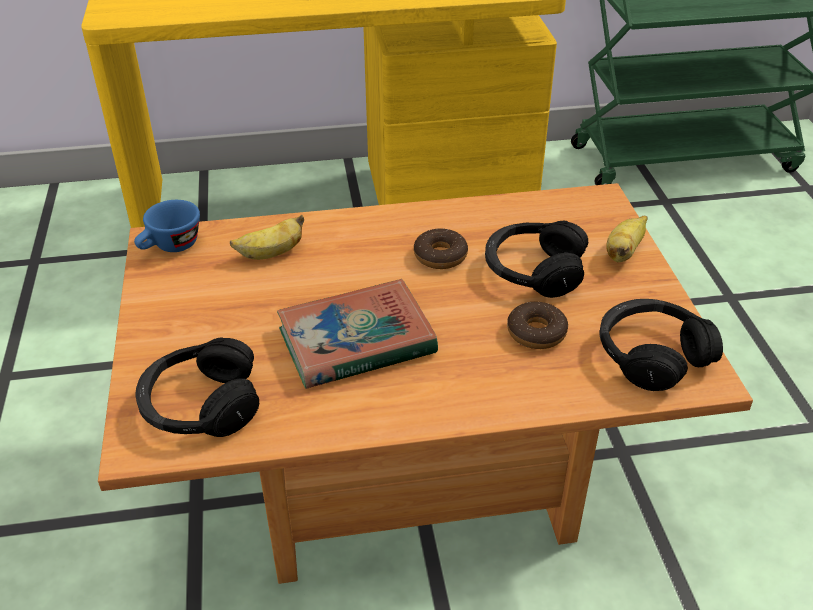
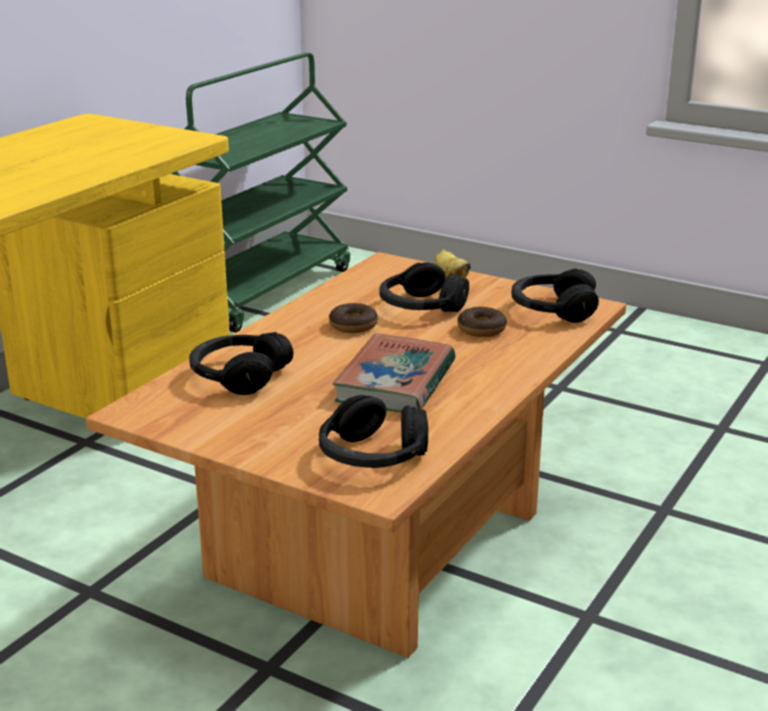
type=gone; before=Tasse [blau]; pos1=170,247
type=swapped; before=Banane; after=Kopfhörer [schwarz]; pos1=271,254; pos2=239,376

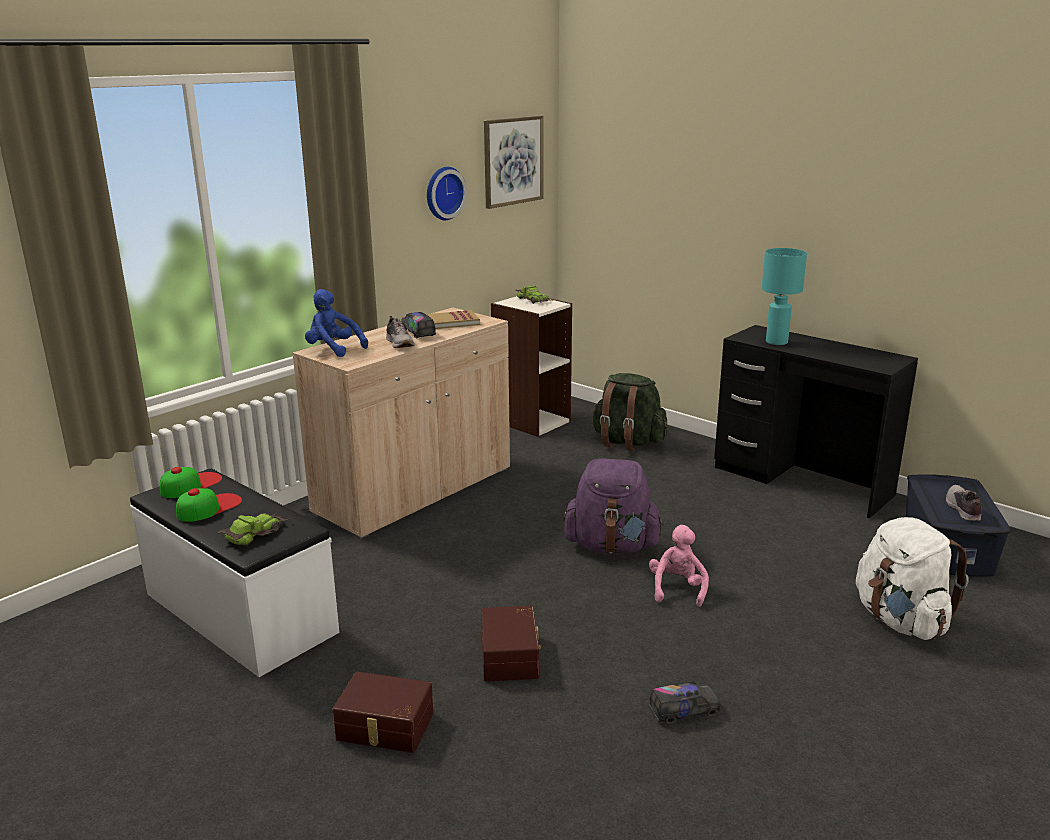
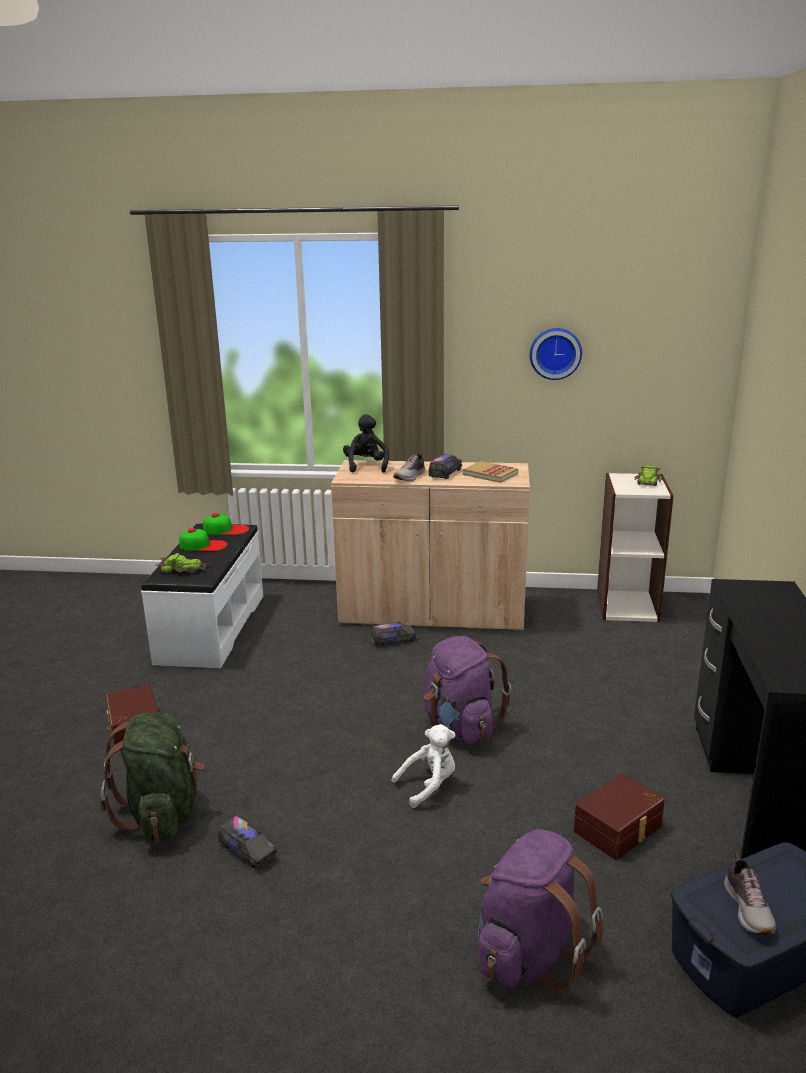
type=repainted; before=Plüschtier [blau]; after=Plüschtier [schwarz]; pos1=333,349; pos2=366,466
type=shifted; before=Aufbewahrungsbox [braun]; pos1=511,656; pos2=619,829
type=gone; before=Bild; pos1=513,161
type=shifted; before=Rucksack [grün]; pos1=627,442; pos2=162,814
type=repainted; before=Plüschtier [rosa]; after=Plüschtier [weiß]; pos1=677,589; pos2=429,785
type=gone; before=Tischlampe [türkis]; pos1=776,342
type=repainted; before=Rucksack [weiß]; after=Rucksack [lila]; pos1=900,620; pos2=529,953
type=rotated; before=Schuh; pos1=962,509; pos2=749,908; turn=120
type=new; after=Spielzeuglaster; pos2=393,641

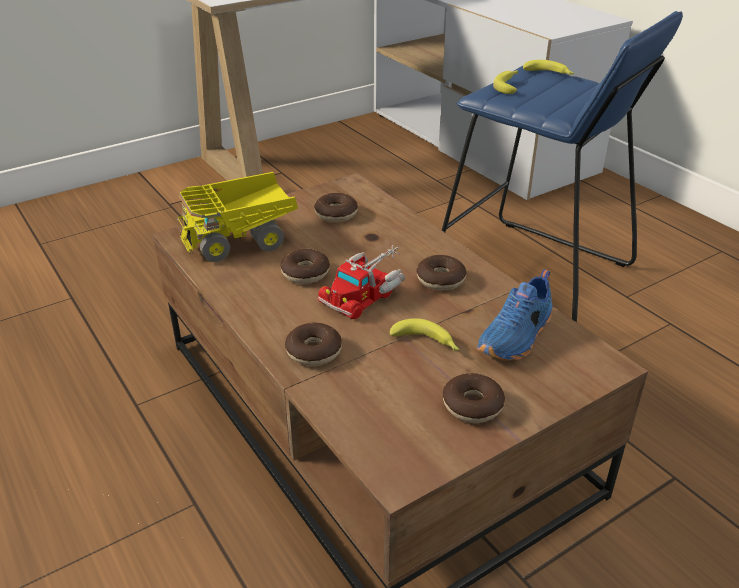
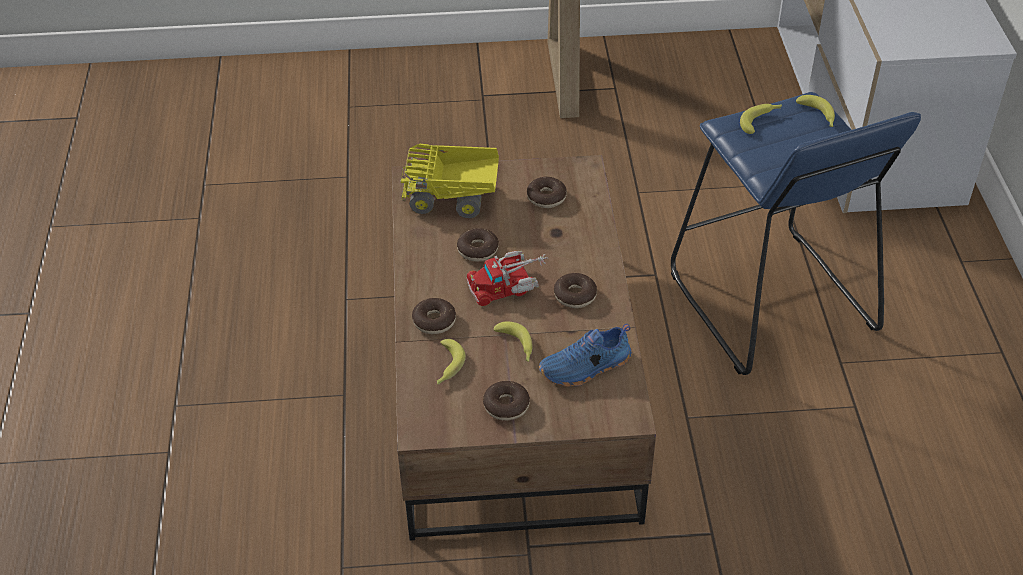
type=new; after=Banane; pos2=446,367

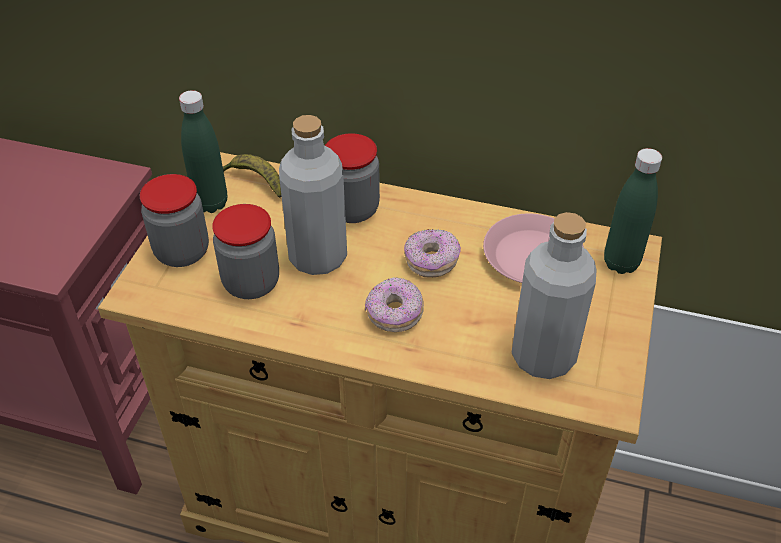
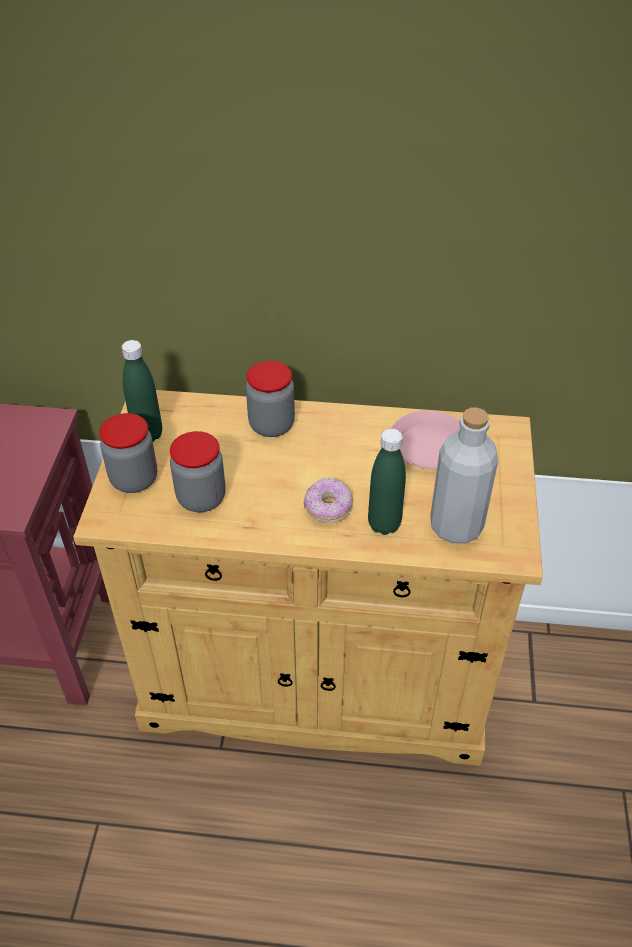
type=gone; before=Banane; pos1=254,182
type=gone; before=Flasche [grau]; pos1=318,257
type=gone; before=Donut; pos1=431,261
type=shifted; before=Flasche [grün]; pos1=621,263; pos2=384,524

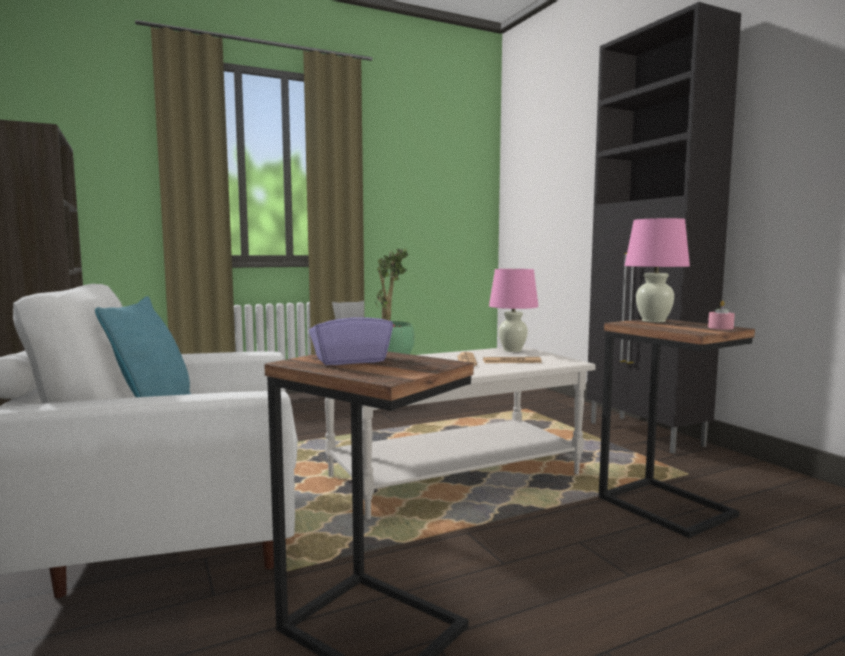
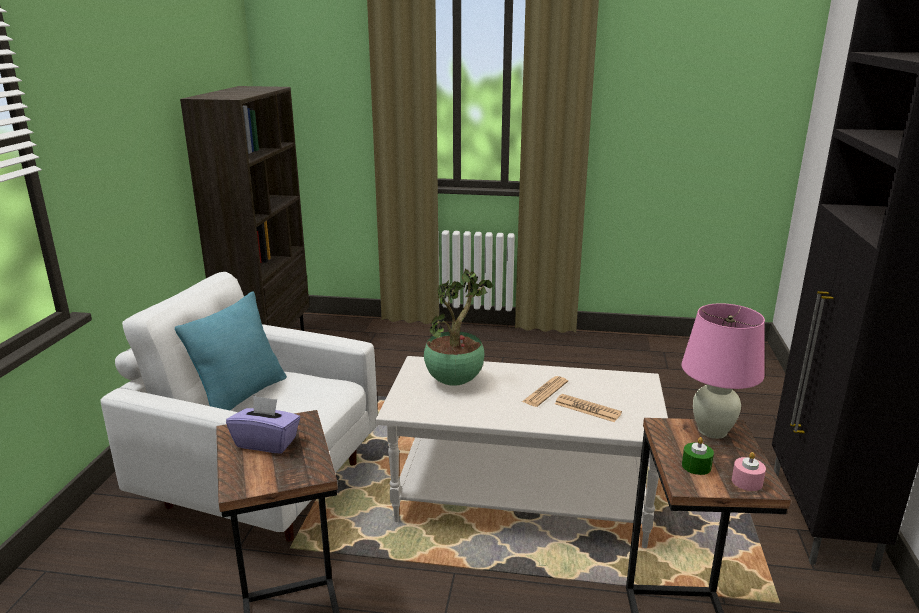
type=gone; before=Tischlampe [rosa]; pos1=512,350
type=new; after=Kerze [grün]; pos2=696,466

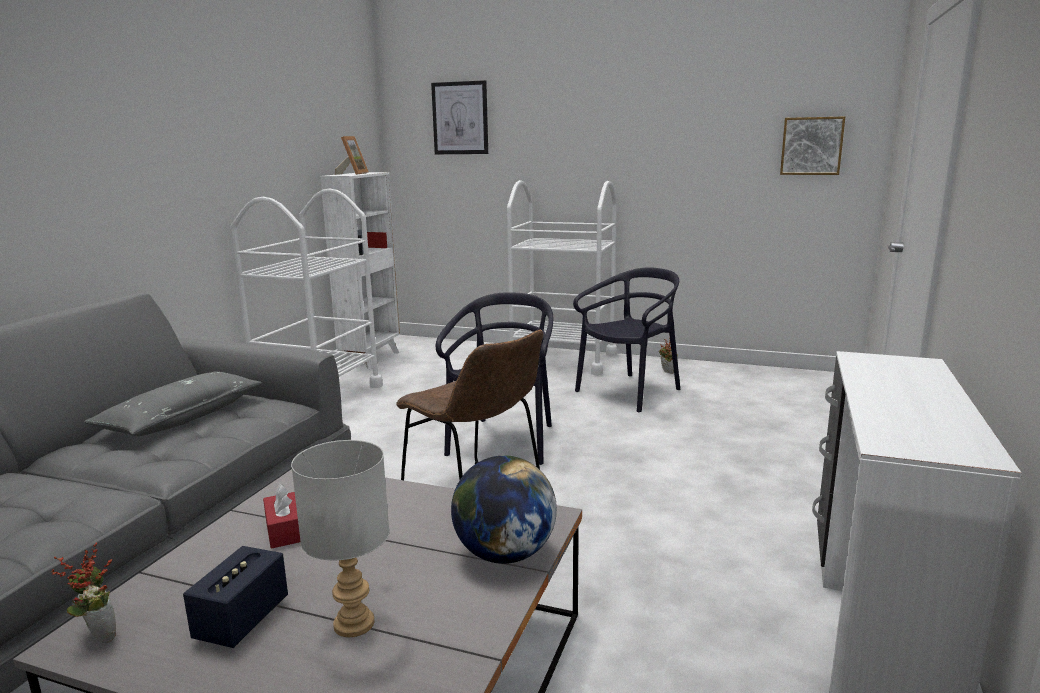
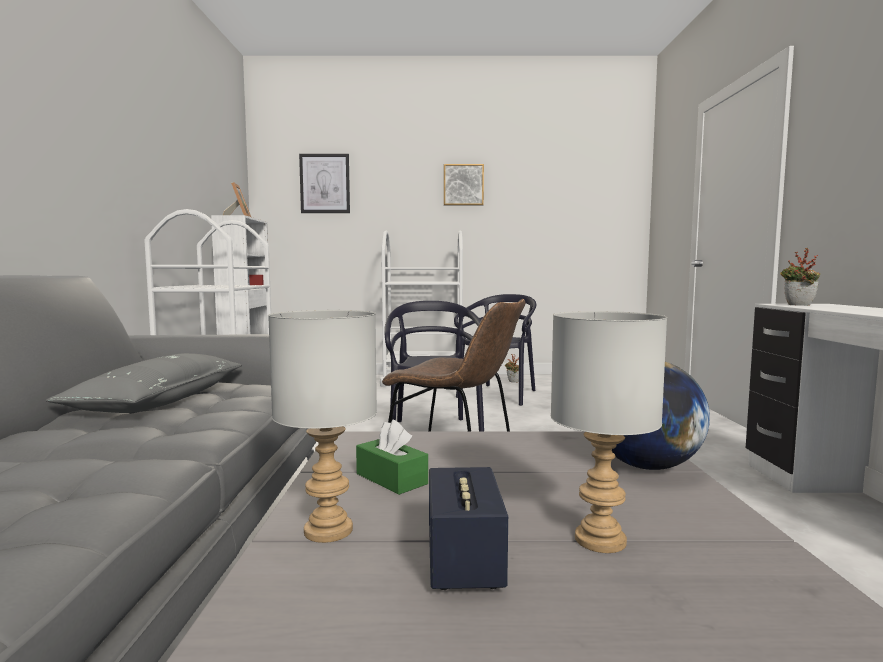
type=shifted; before=Topfpflanze; pos1=98,636; pos2=798,305
type=repainted; before=Taschentuchbox [rot]; after=Taschentuchbox [grün]; pos1=284,530; pos2=391,479
type=shifted; before=Bild; pos1=811,146; pos2=463,185
type=new; after=Tischlampe [grau]; pos2=330,529

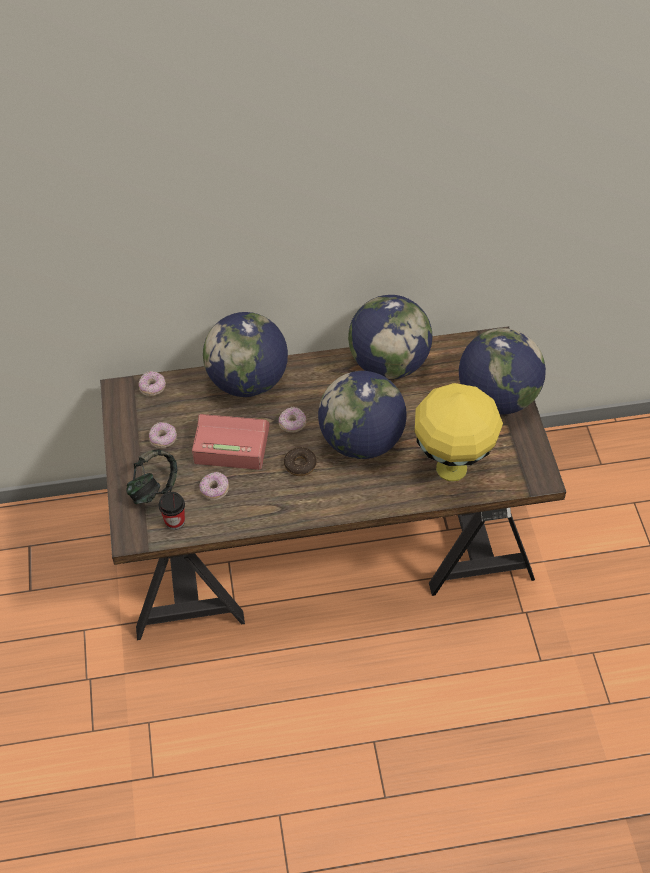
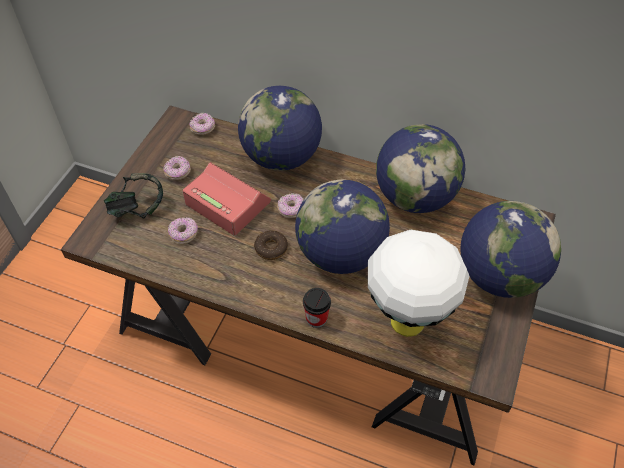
type=shifted; before=Tasse; pos1=175,521; pos2=316,318
type=repainted; before=Tischlampe [gelb]; after=Tischlampe [weiß]; pos1=451,470; pos2=406,323

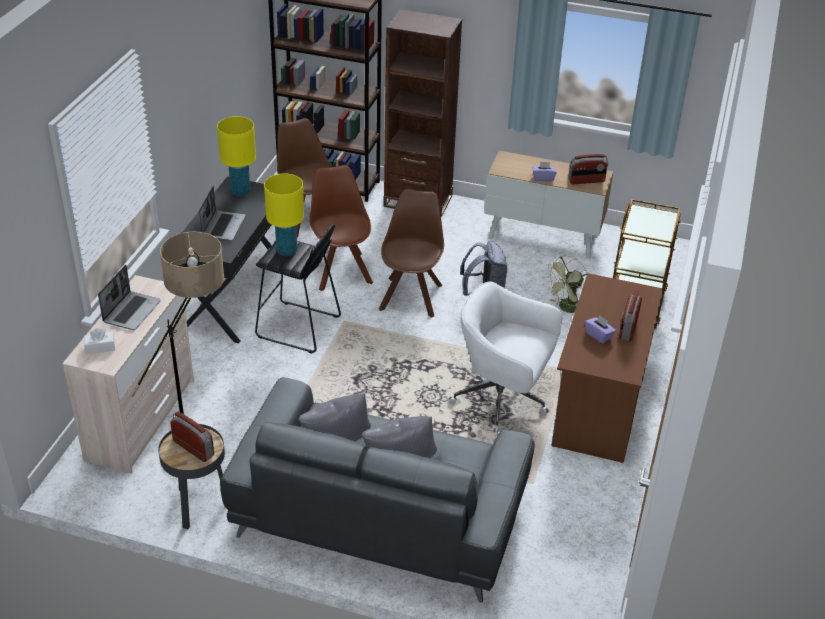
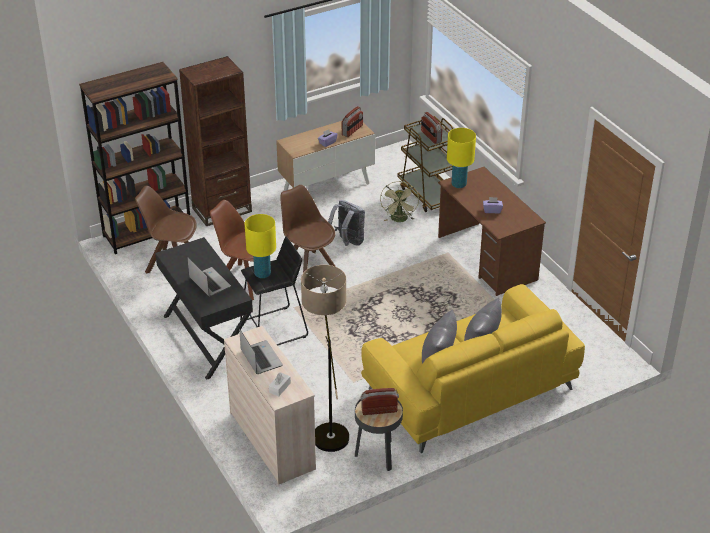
type=shifted; before=Tischlampe [gelb]; pos1=240,191; pos2=458,184
type=repainted; before=Sofa [grau]; after=Sofa [gelb]; pos1=379,514; pos2=469,388
type=gone; before=Bürostuhl [weiß]; pos1=502,399
type=shifted; before=Radio; pos1=628,328; pos2=431,136

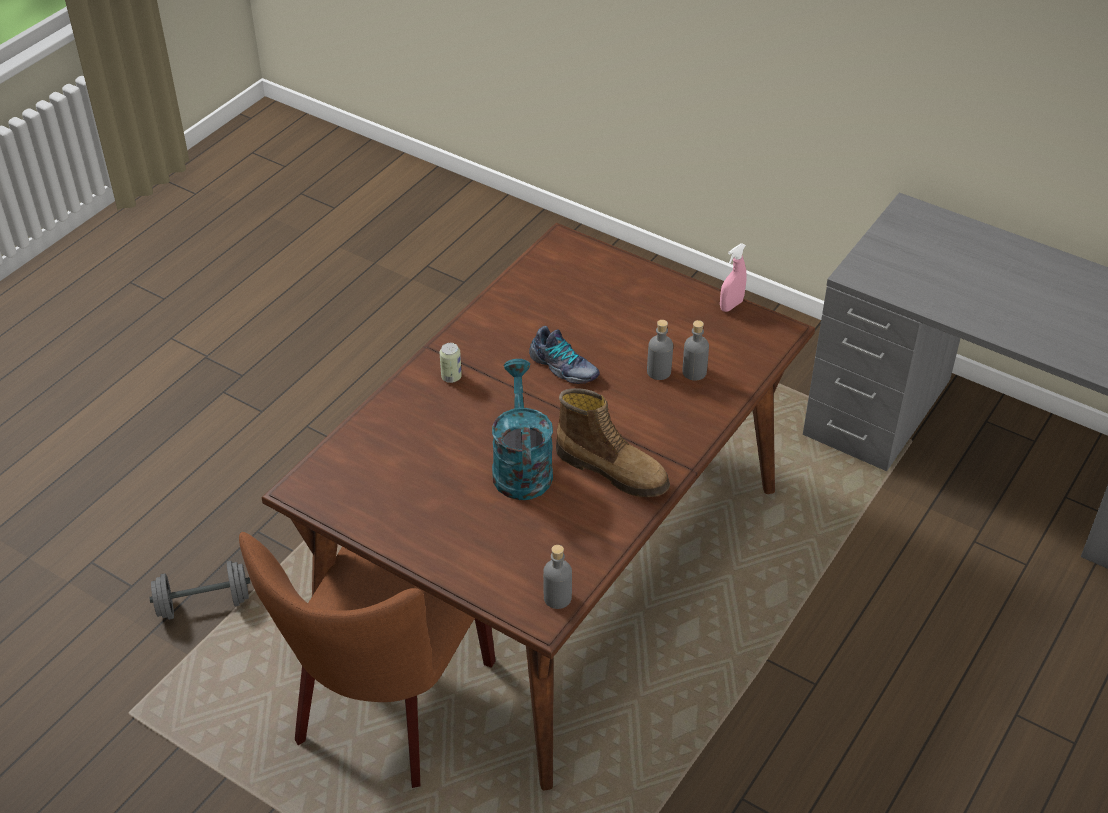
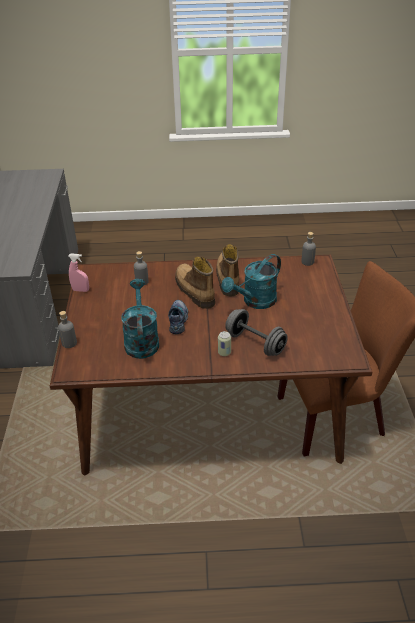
type=shifted; before=Hantel [grau]; pos1=203,604; pos2=255,343
type=shifted; before=Flasche [grau]; pos1=659,372; pos2=69,343
type=new; after=Gießkanne [türkis]; pos2=141,340
type=new; after=Stiefel; pos2=193,291

